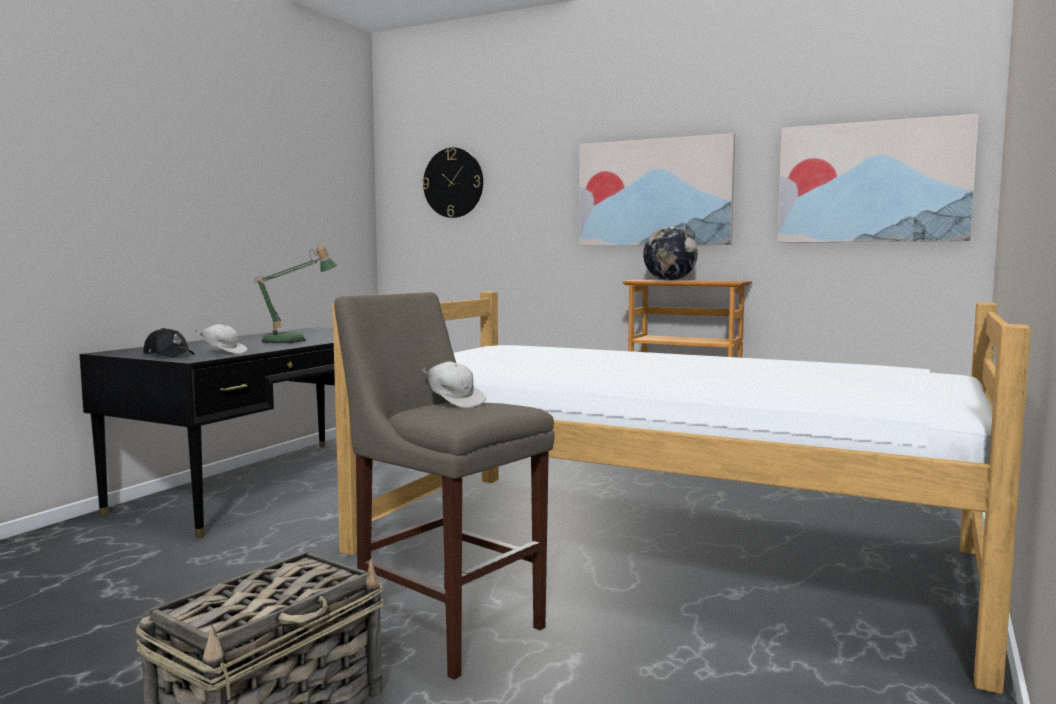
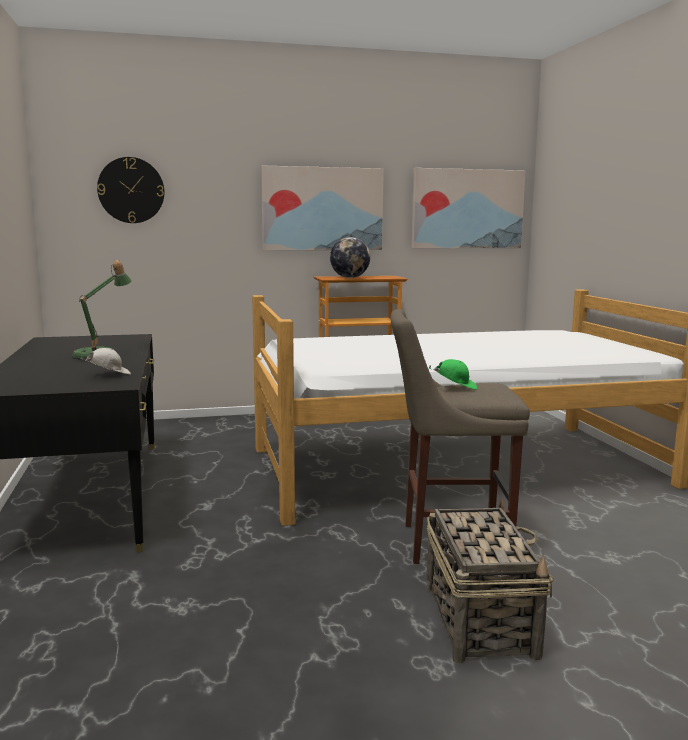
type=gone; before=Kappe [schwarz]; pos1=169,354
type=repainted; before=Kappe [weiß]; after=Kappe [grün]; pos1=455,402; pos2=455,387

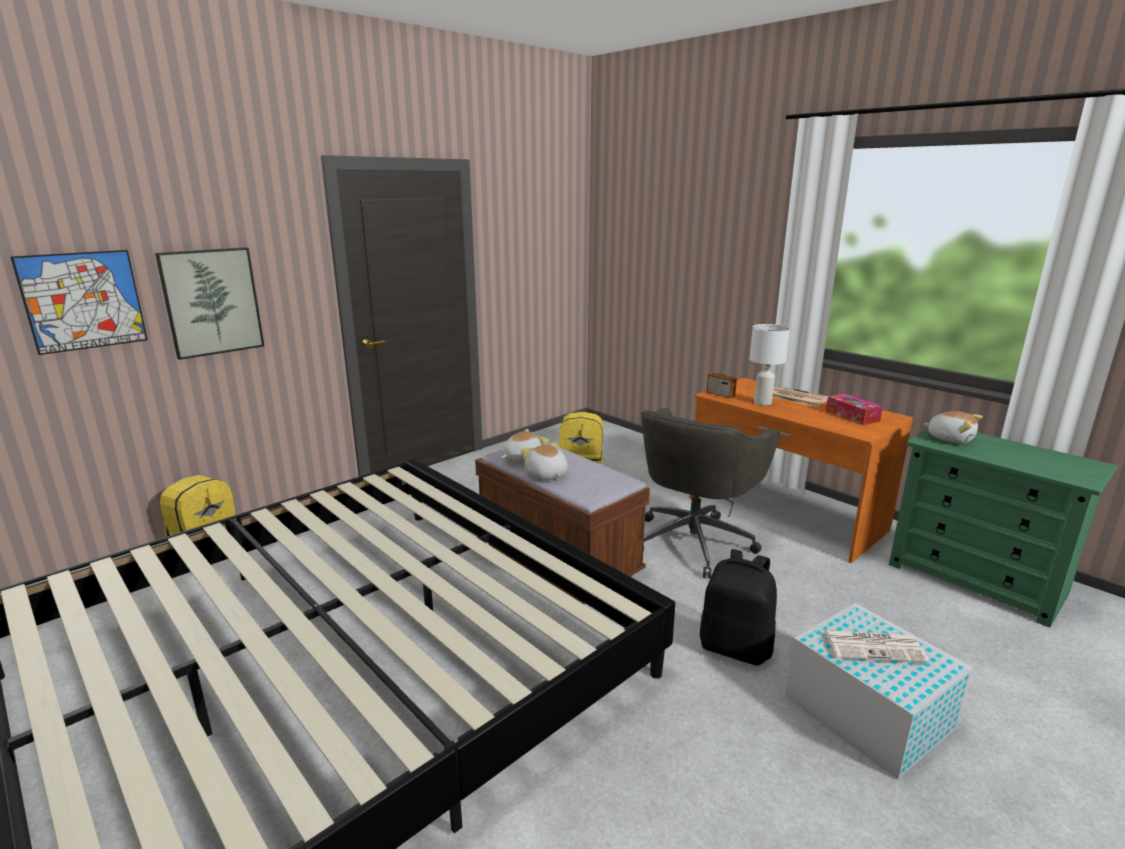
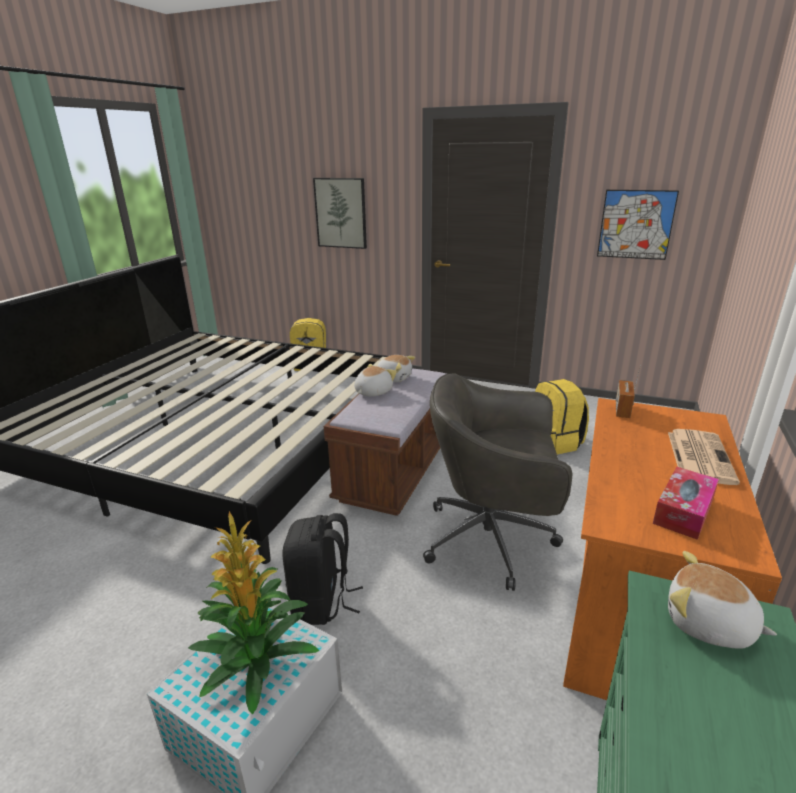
type=shifted; before=Bild; pos1=83,301; pos2=636,224
type=gone; before=Tischlampe [weiß]; pos1=762,403
type=swapped; before=Zeitung; after=Topfpflanze; pos1=875,647; pos2=254,659
type=rotated; before=Plüschtier; pos1=950,439; pos2=708,624; turn=105

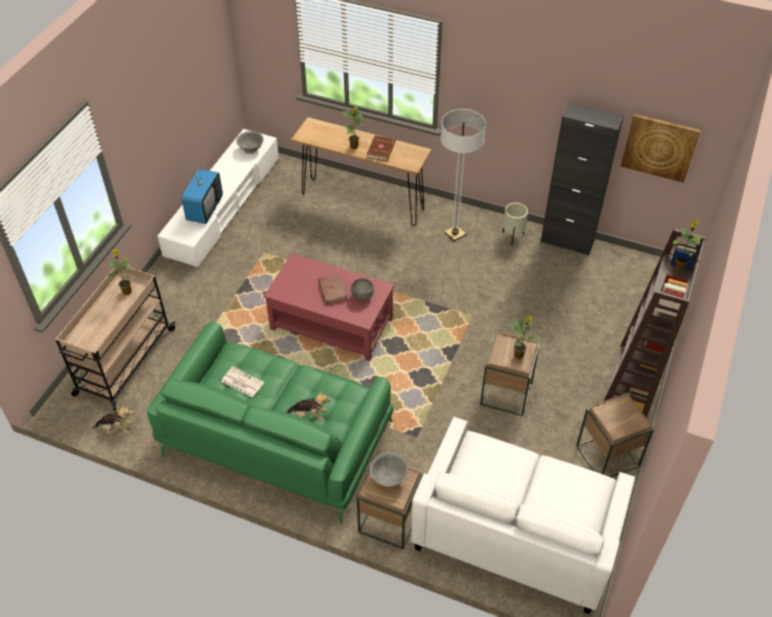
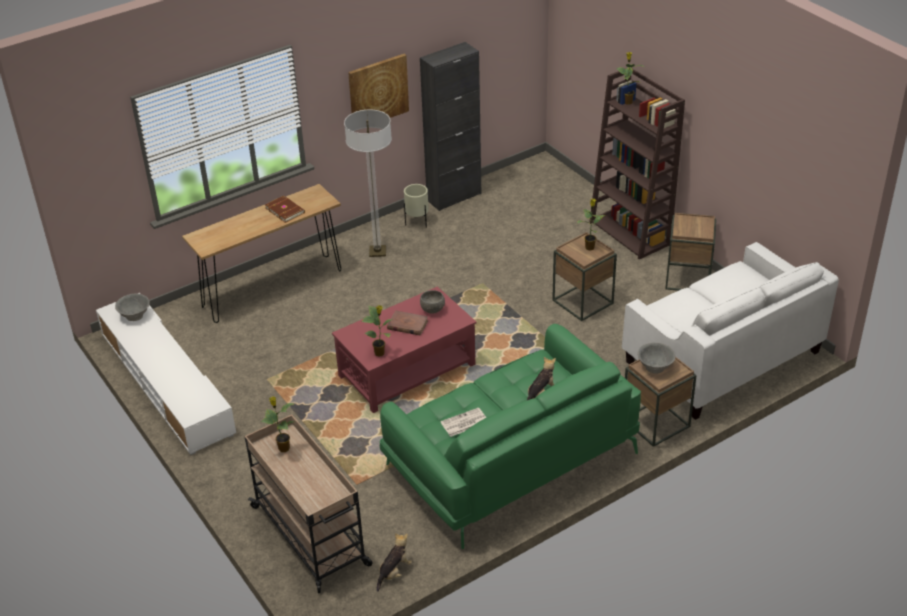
type=gone; before=Fernseher; pos1=204,209
type=shifted; before=Topfpflanze; pos1=354,147; pos2=380,353
type=shifted; before=Bild; pos1=659,147; pos2=378,91

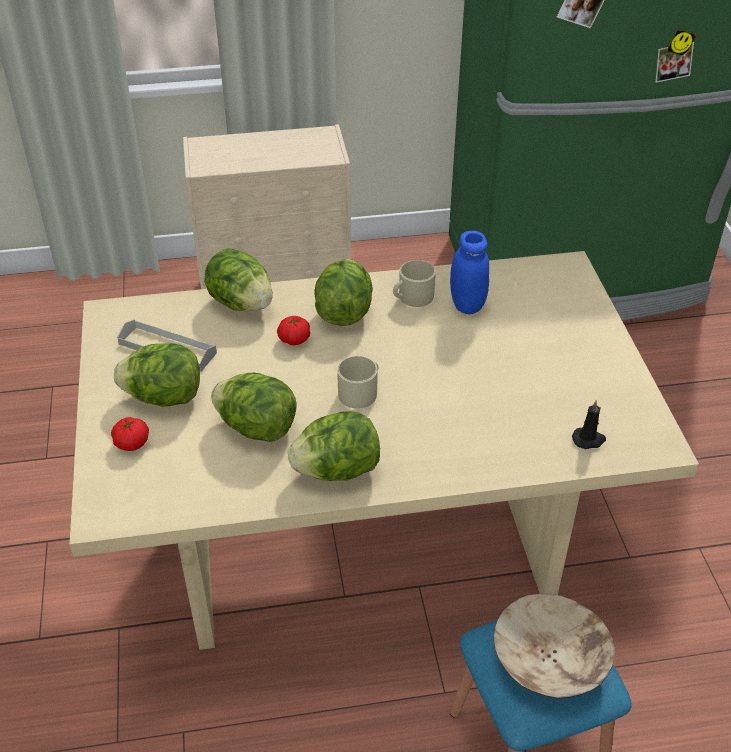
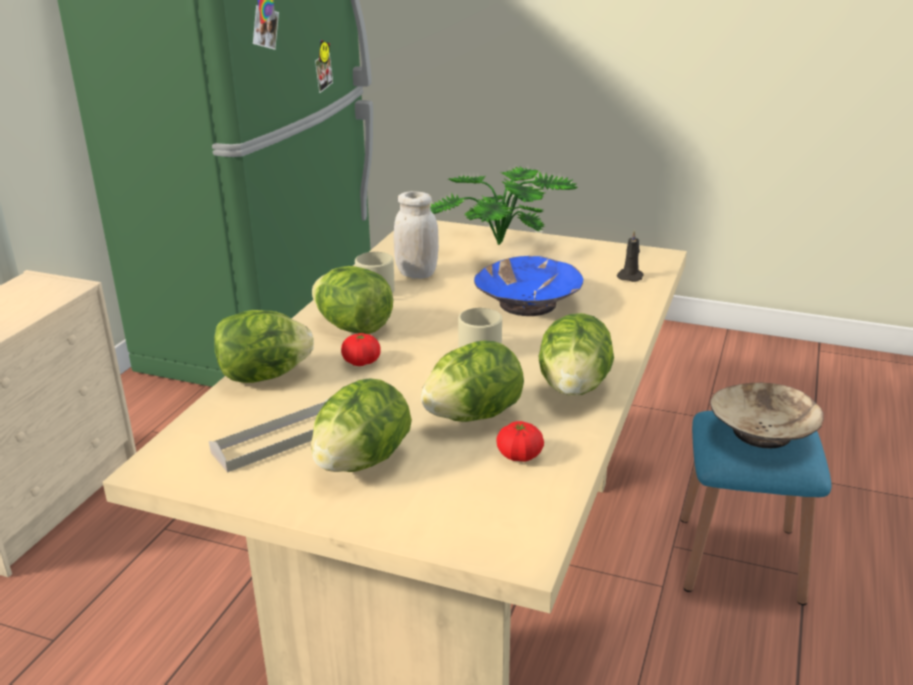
type=shifted; before=Tomate; pos1=132,443; pos2=519,455
type=repainted; before=Vorratsglas [blau]; after=Vorratsglas [weiß]; pos1=467,305; pos2=417,274
type=new; after=Topfpflanze; pos2=501,247
type=new; after=Schüssel [blau]; pos2=528,303

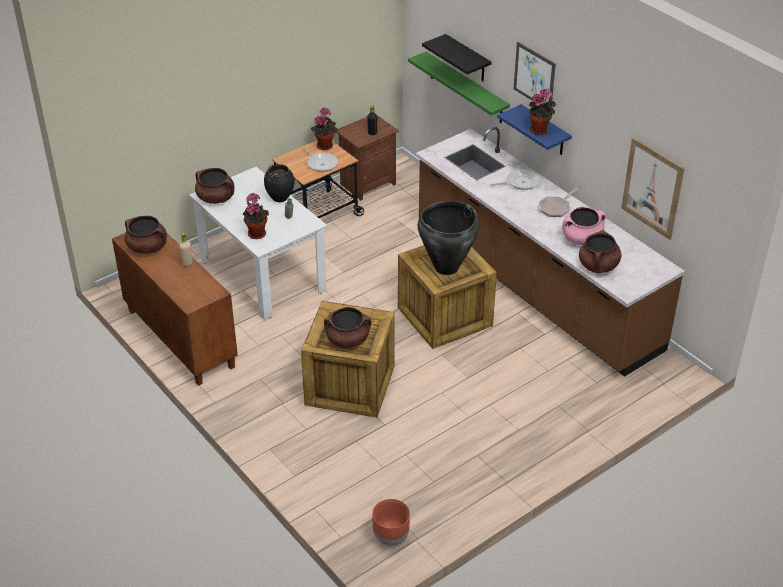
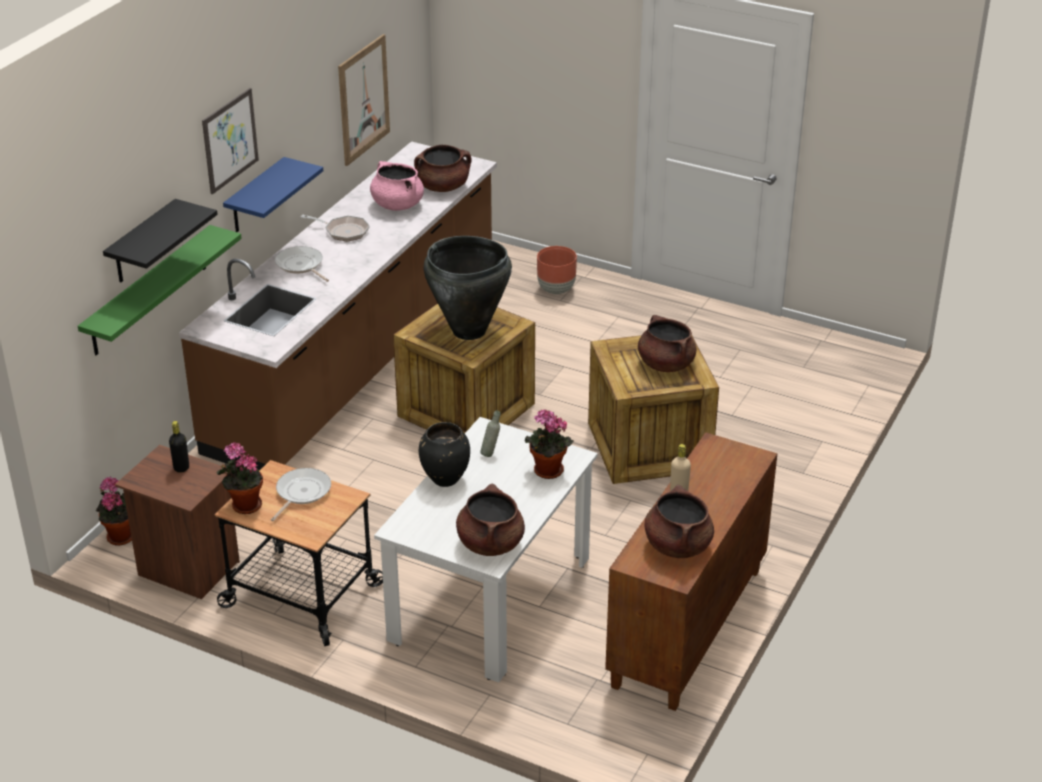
type=shifted; before=Pflanzkübel [braun]; pos1=391,537; pos2=555,290
type=shifted; before=Topfpflanze; pos1=540,130; pos2=119,536

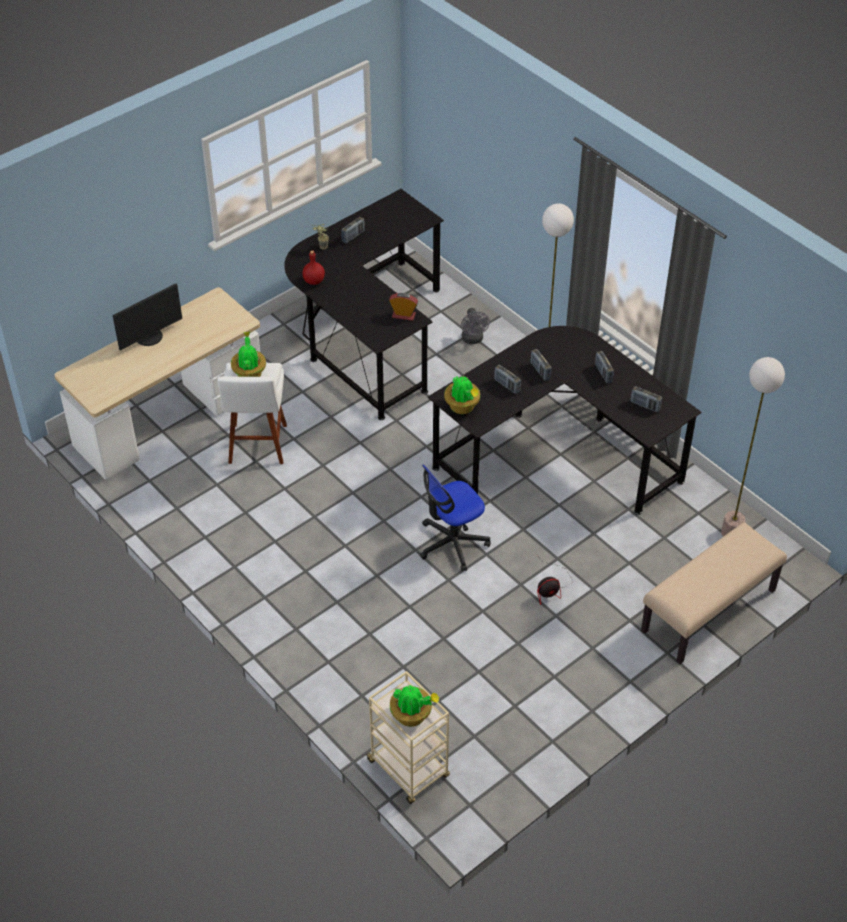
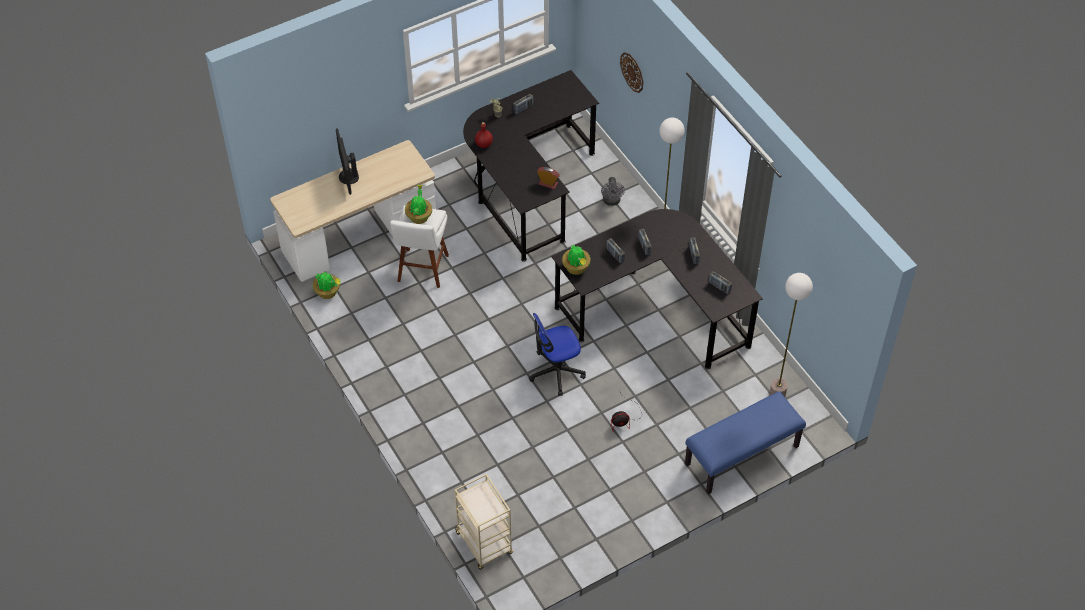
type=rotated; before=Monitor; pos1=150,337; pos2=348,176; turn=105
type=shifted; before=Topfpflanze; pos1=412,715; pos2=328,292
type=repainted; before=Bank [beige]; after=Bank [blau]; pos1=709,611; pos2=742,456
type=new; after=Wanduhr; pos2=632,72

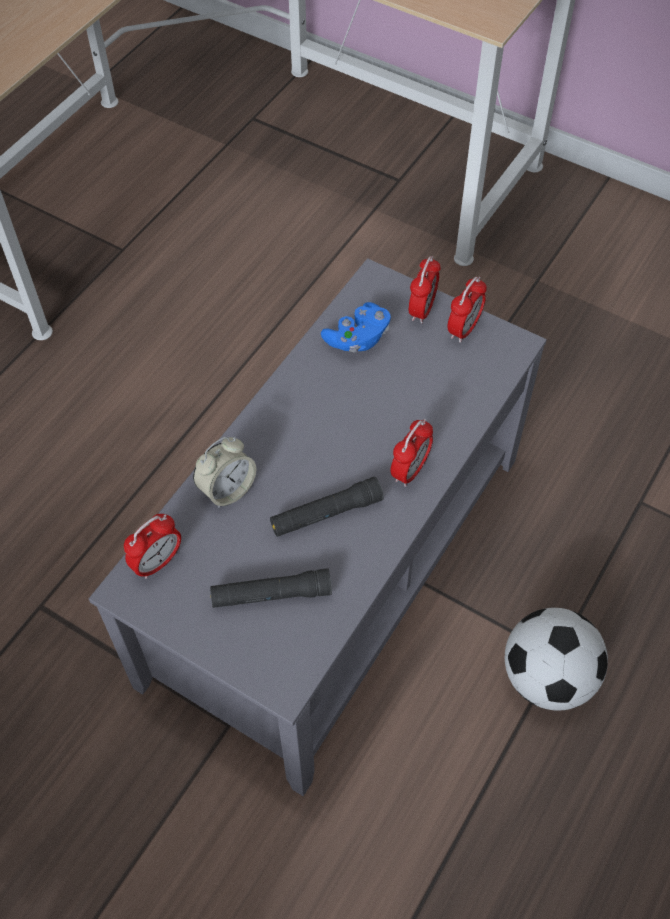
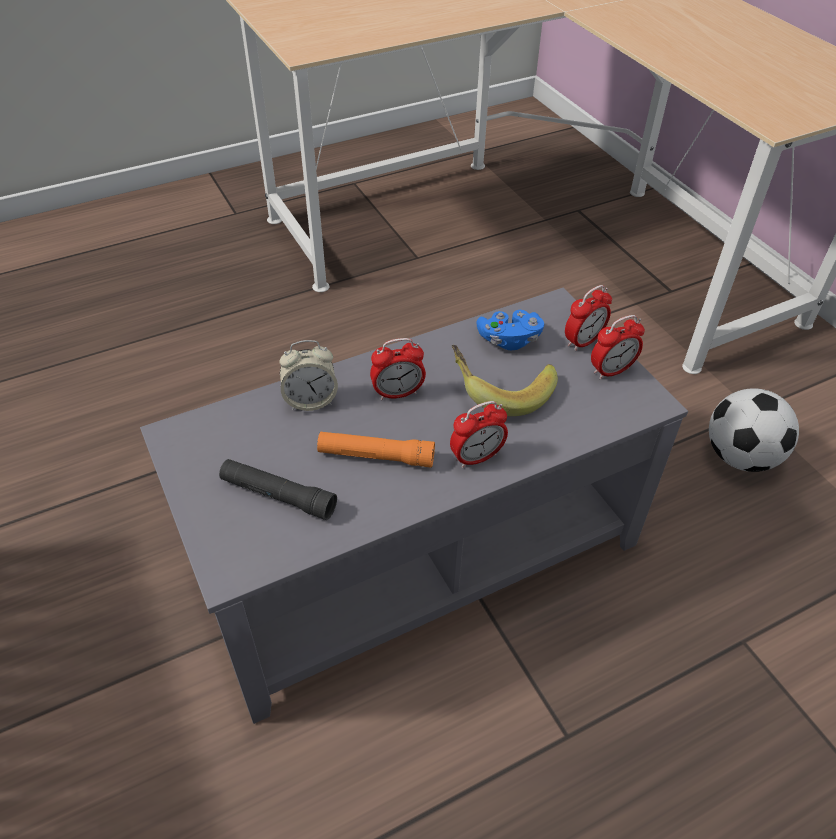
type=shifted; before=Wecker; pos1=157,562; pos2=398,393
type=repainted; before=Taschenlampe [schwarz]; after=Taschenlampe [orange]; pos1=326,514; pos2=376,456
type=shifted; before=Fußball; pos1=548,677; pos2=740,457
type=new; after=Banane; pos2=500,391

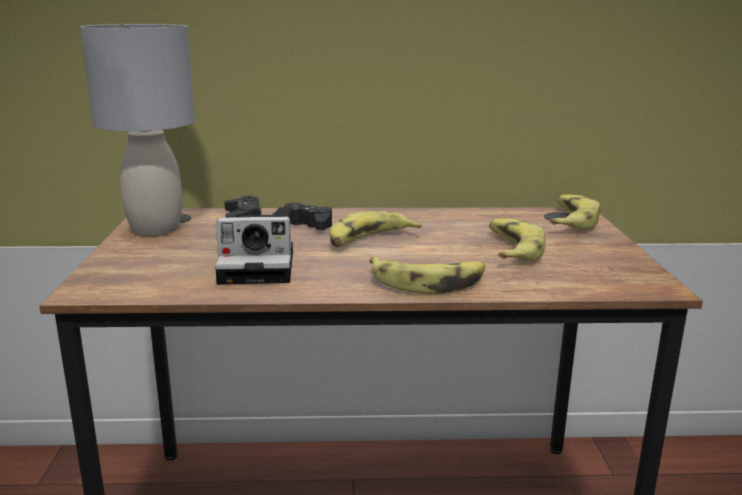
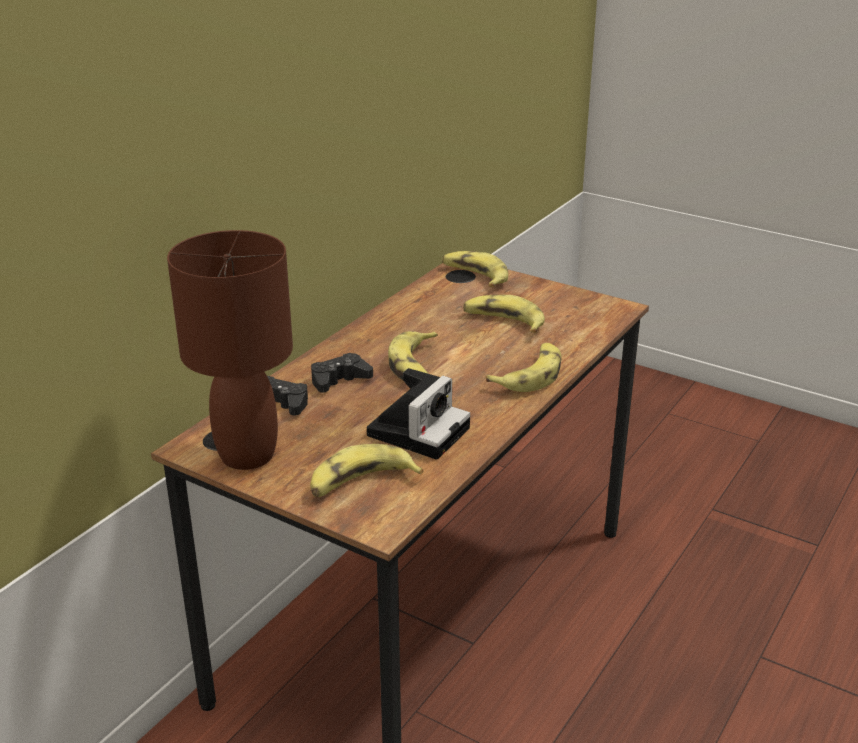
type=repainted; before=Tischlampe [grau]; after=Tischlampe [braun]; pos1=155,228; pos2=248,455
type=new; after=Banane; pos2=361,483

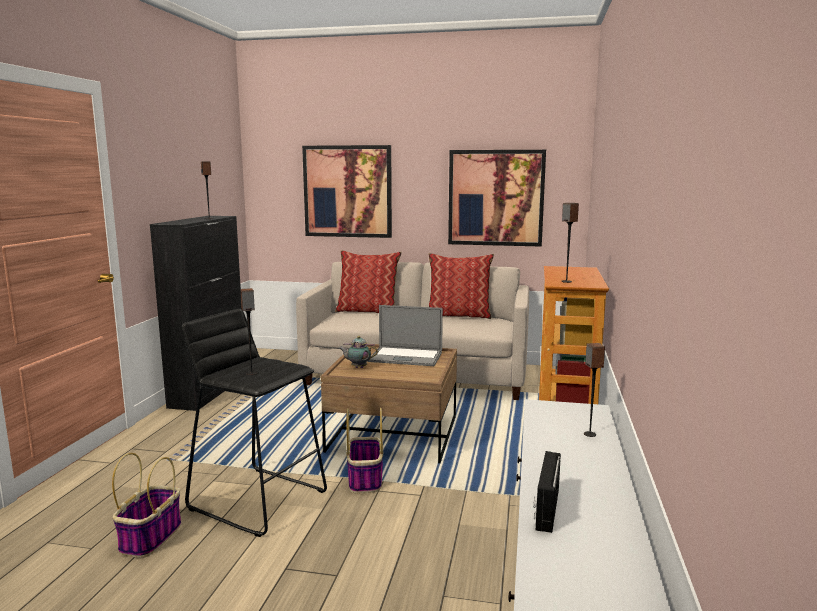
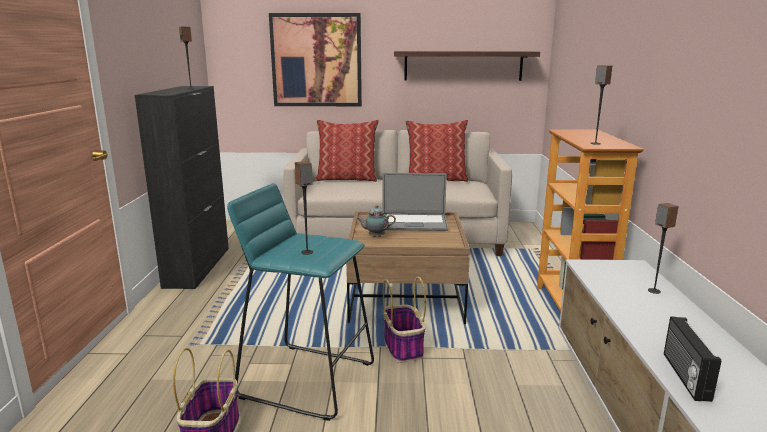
type=repainted; before=Hocker [schwarz]; after=Hocker [türkis]; pos1=258,499; pos2=307,379
type=swapped; before=Bild; after=Wandregal; pos1=496,198; pos2=463,66

